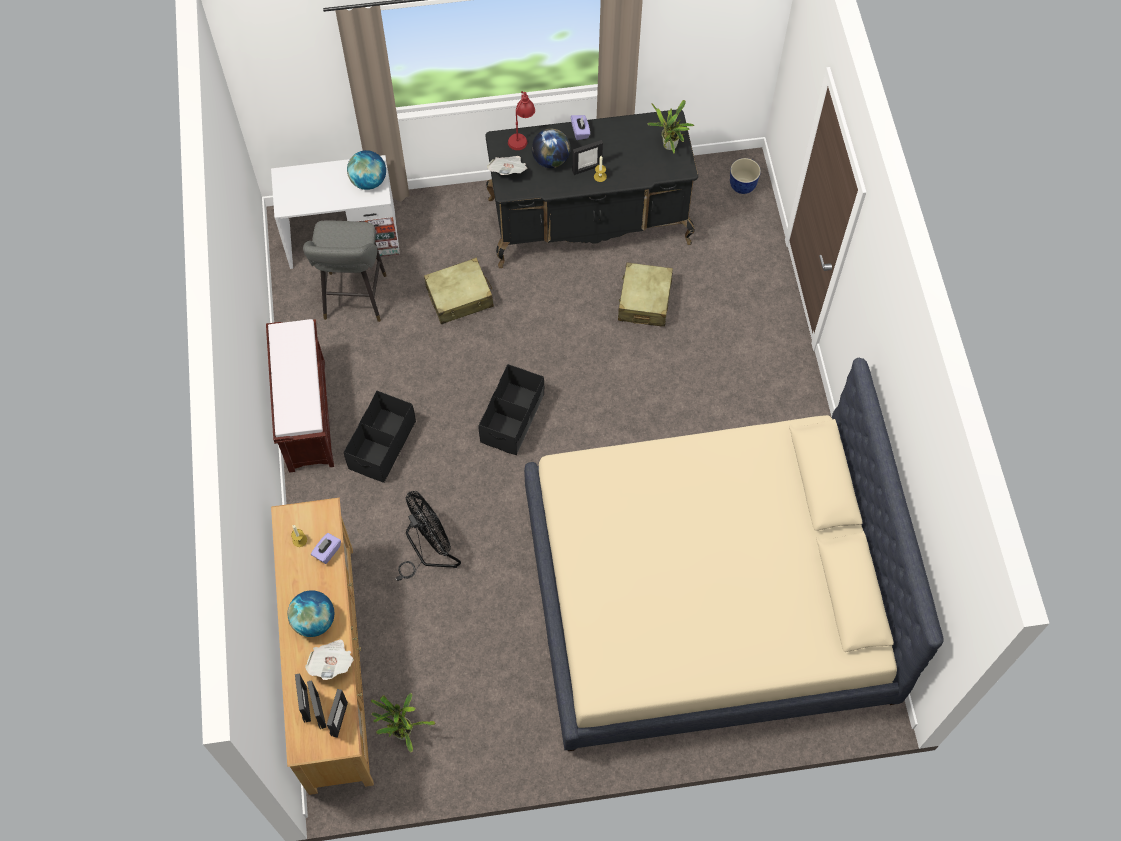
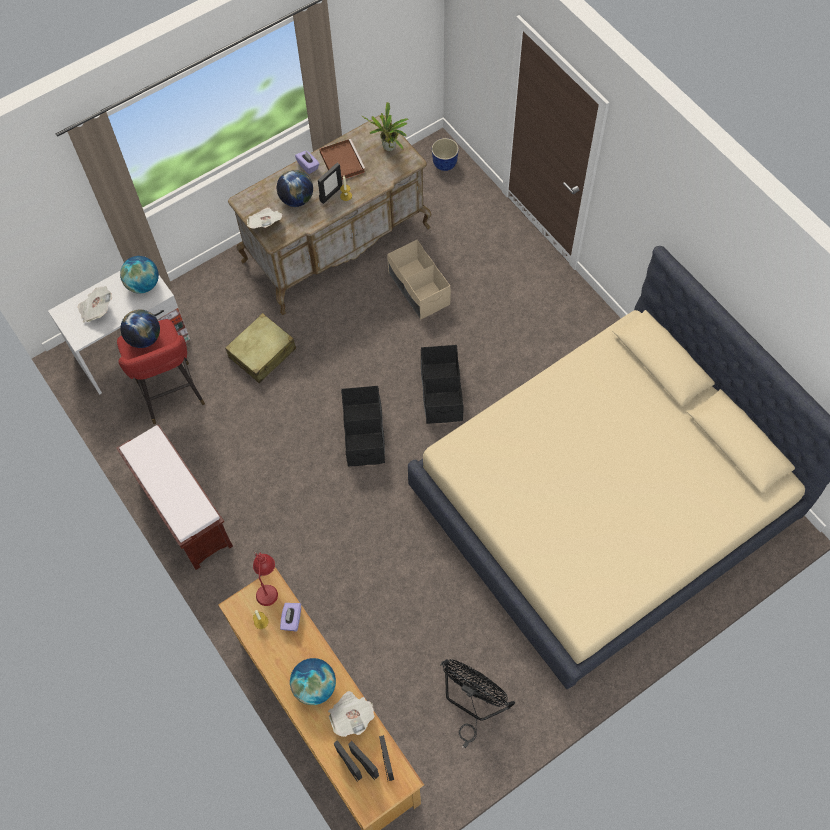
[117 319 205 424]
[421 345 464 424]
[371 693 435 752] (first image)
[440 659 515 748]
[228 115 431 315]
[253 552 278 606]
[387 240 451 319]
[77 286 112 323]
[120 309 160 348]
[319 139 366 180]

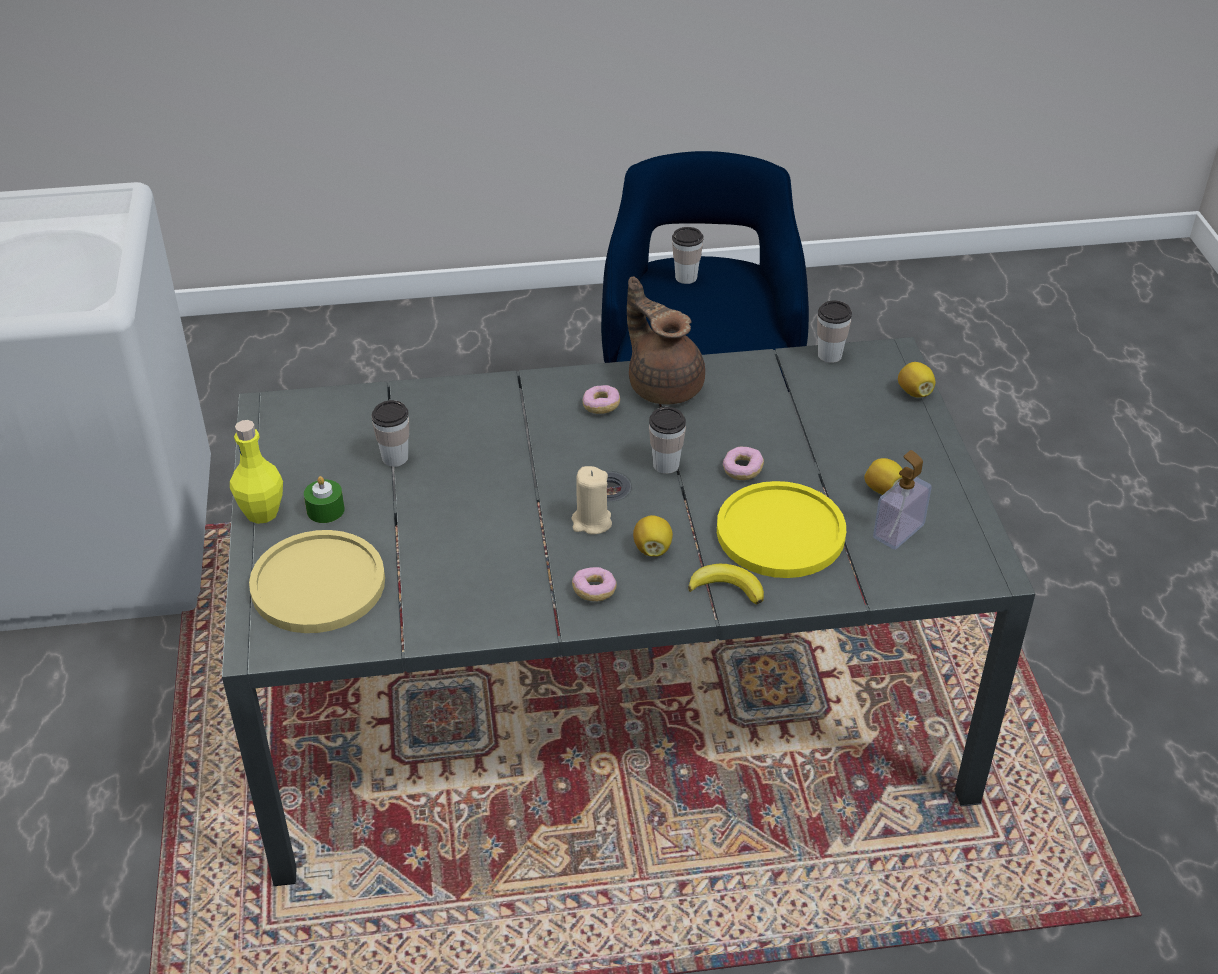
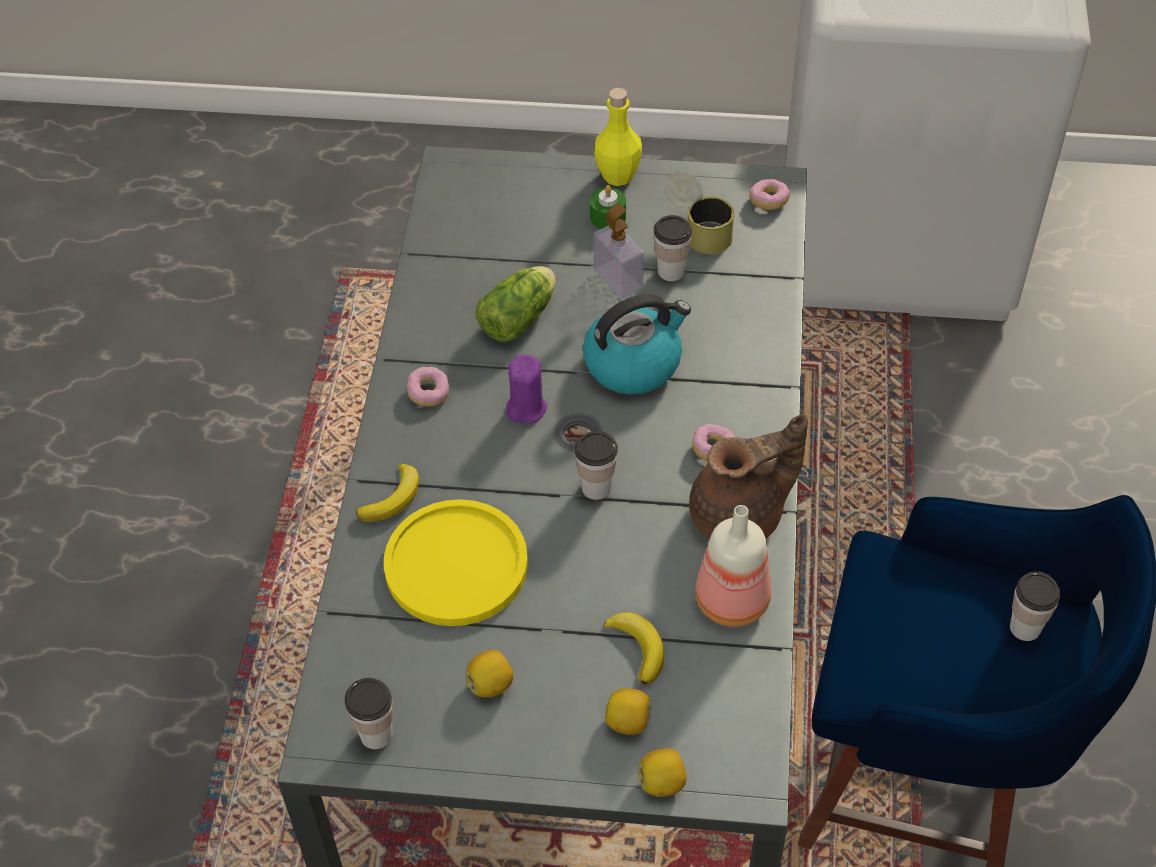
[249 530 385 633] (first image)
[506 355 547 424]
[605 688 651 735]
[749 179 790 210]
[345 678 393 749]
[593 203 644 299]
[475 266 556 342]
[583 294 691 394]
[603 612 665 684]
[664 171 735 254]
[695 505 771 627]

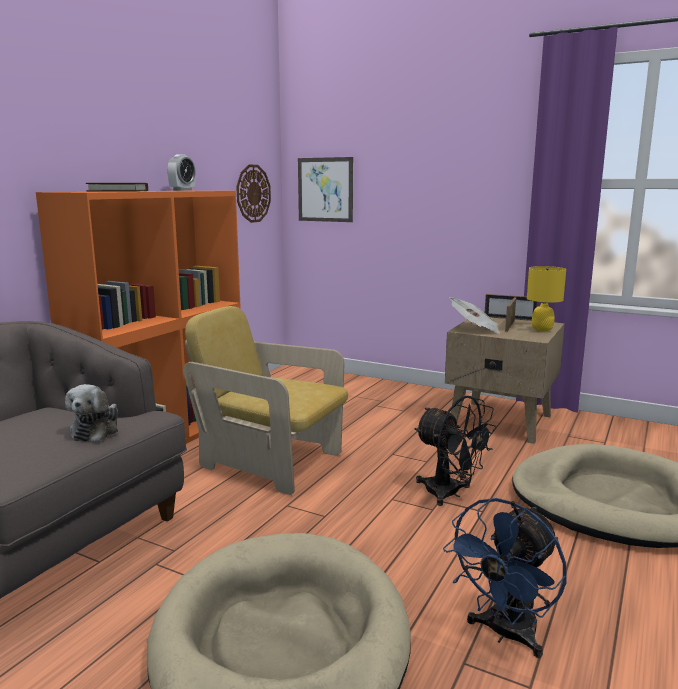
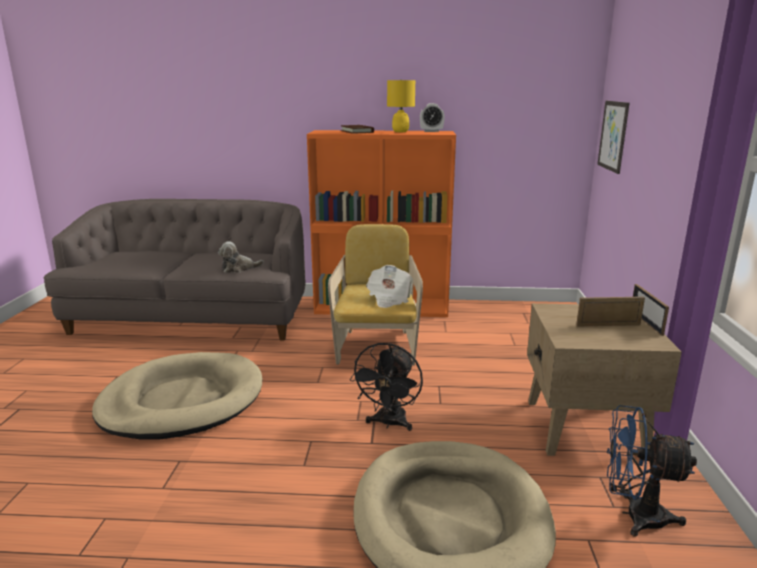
[236 164 271 223] (first image)
[607 405 697 537]
[366 265 413 308]
[387 79 415 132]

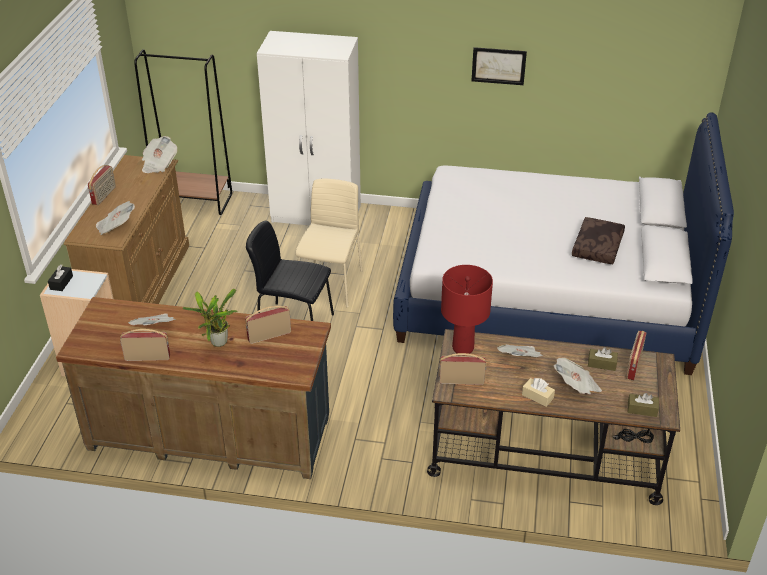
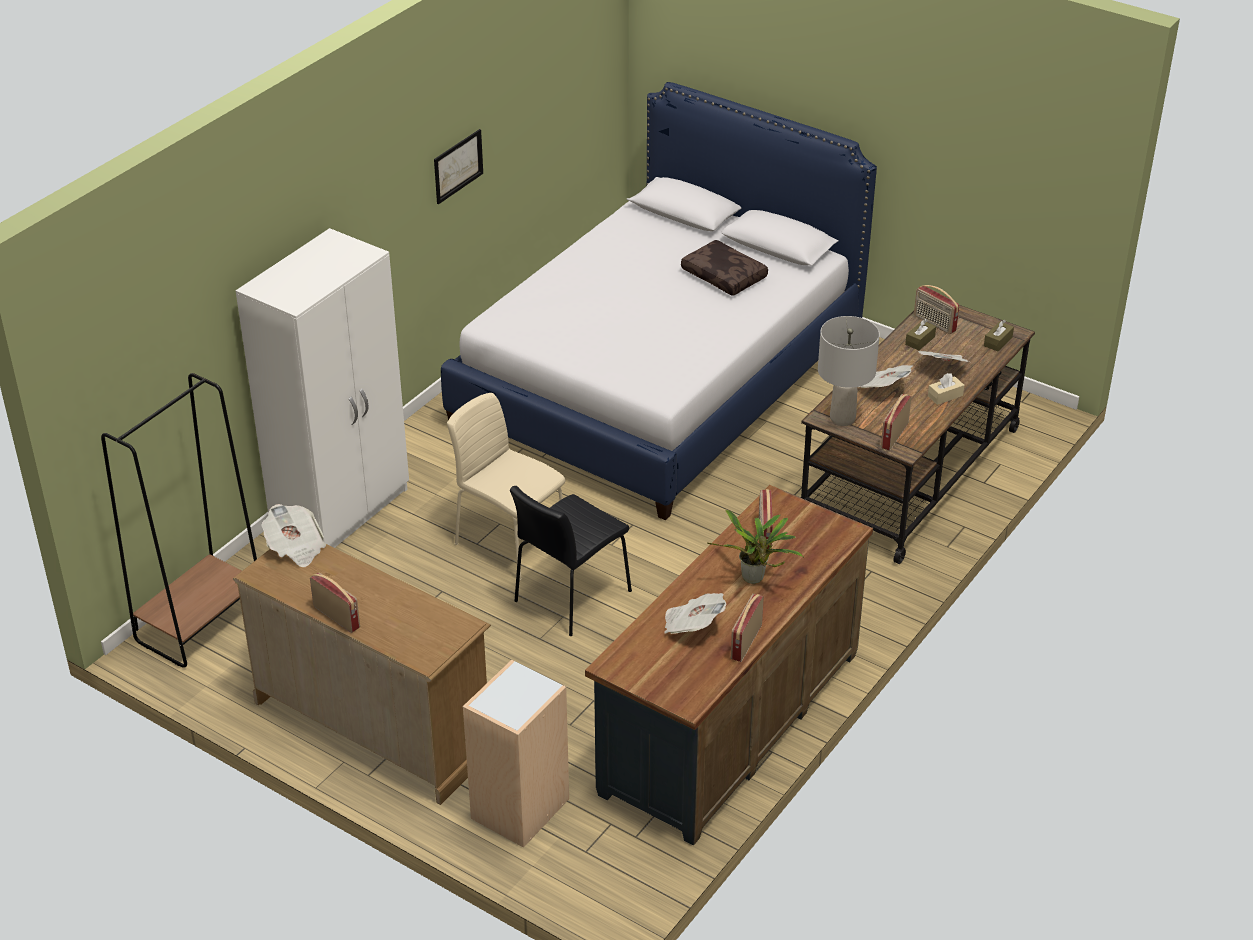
[48 264 73 291] (first image)
[96 201 135 235] (first image)
[818 316 880 426]

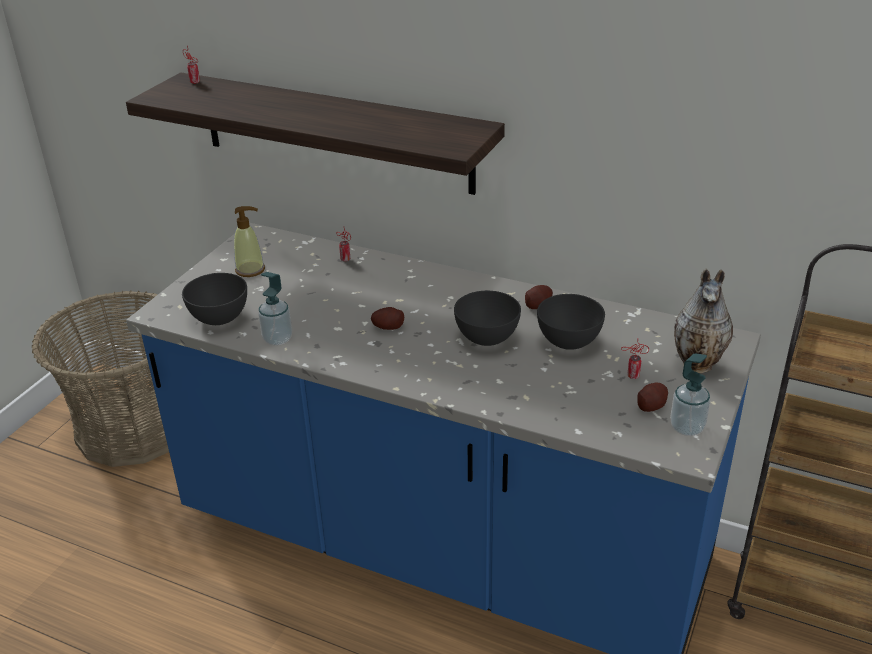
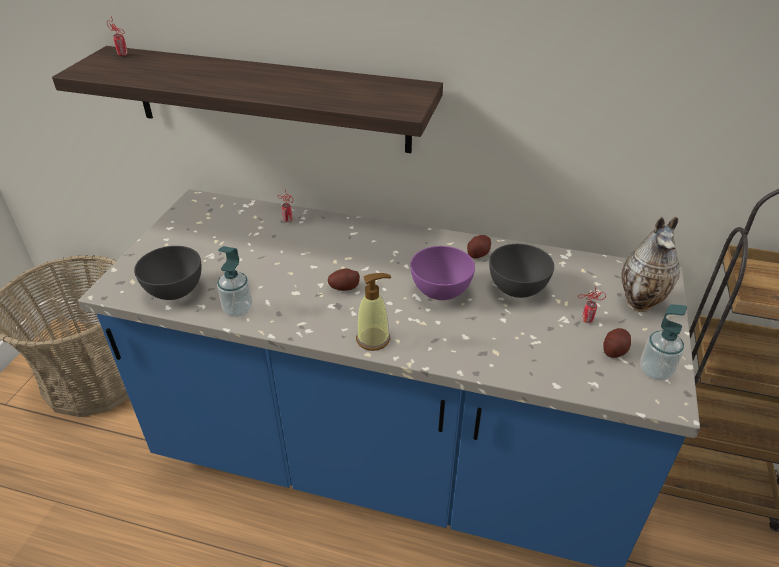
[356 273 391 351]
[411 246 475 300]

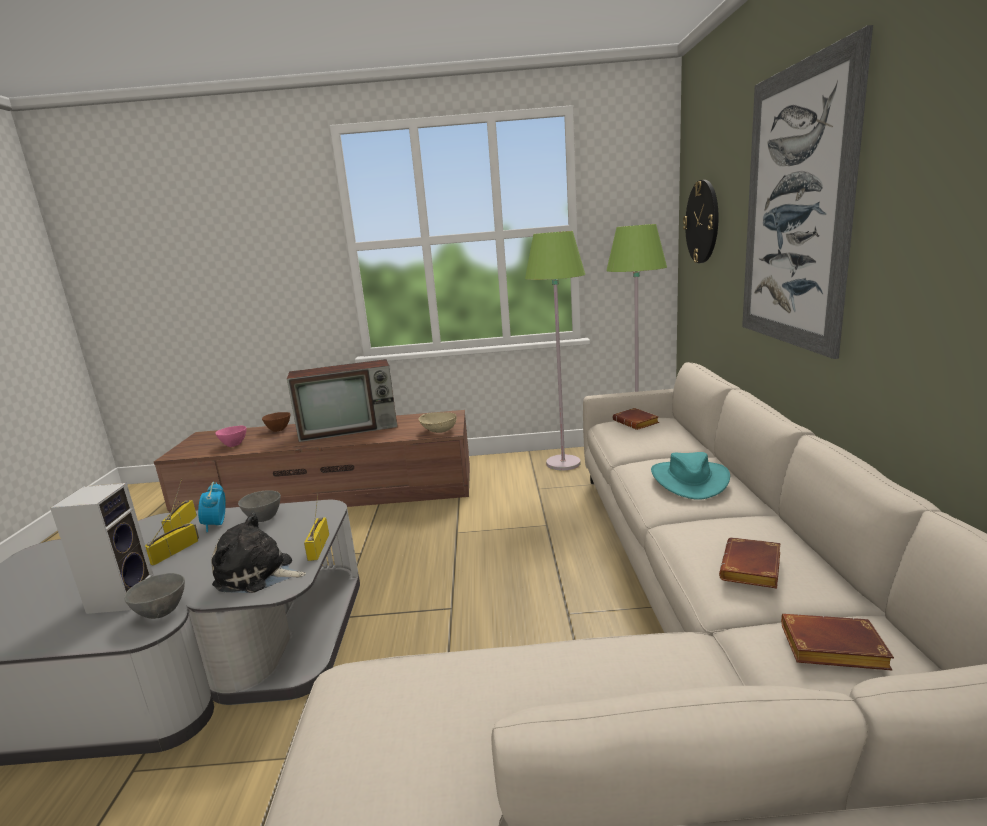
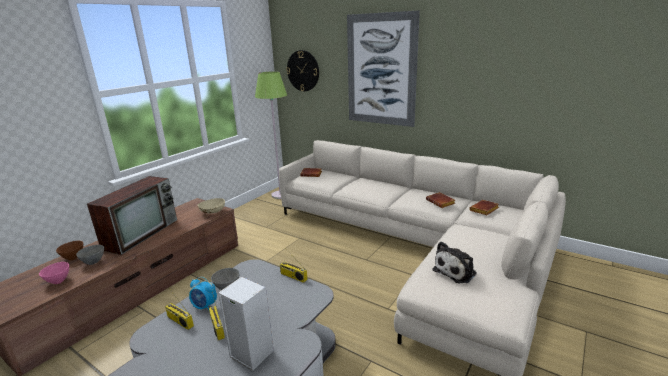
[76 245 104 265]
[433 241 477 284]
[525 231 585 470] (first image)
[651 452 730 500] (first image)

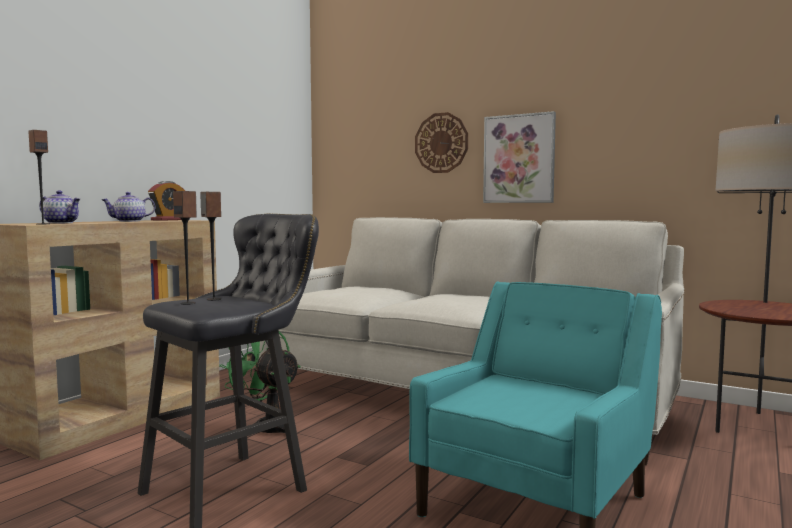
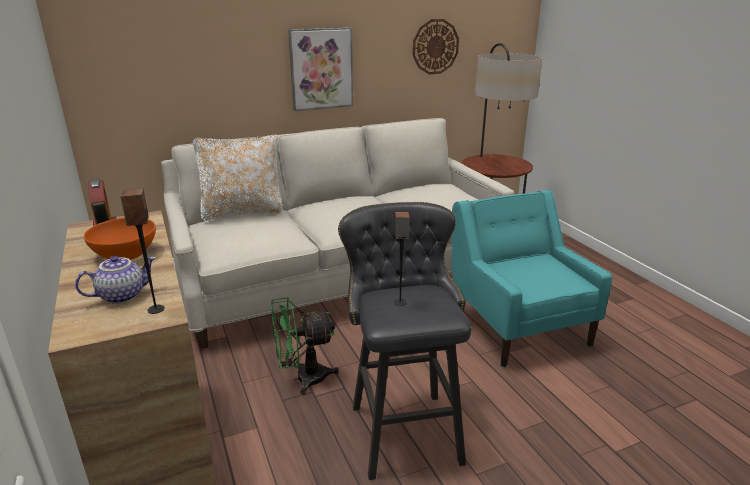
[84 218 156 260]
[173 191 197 305] (first image)
[413 19 459 74]
[193 134 283 221]

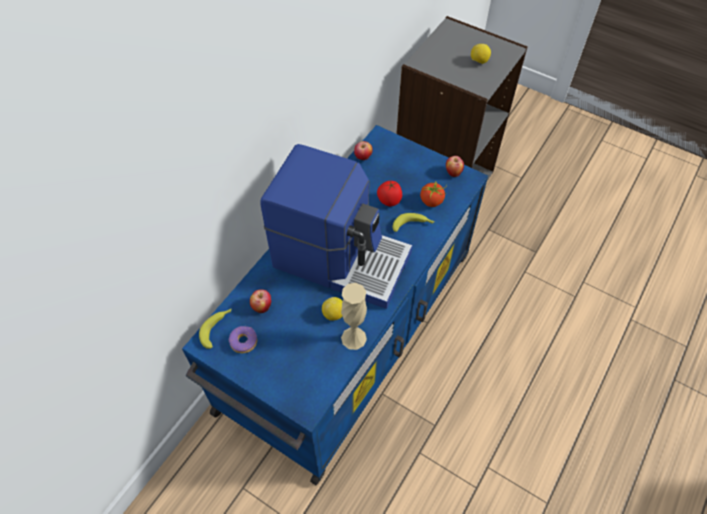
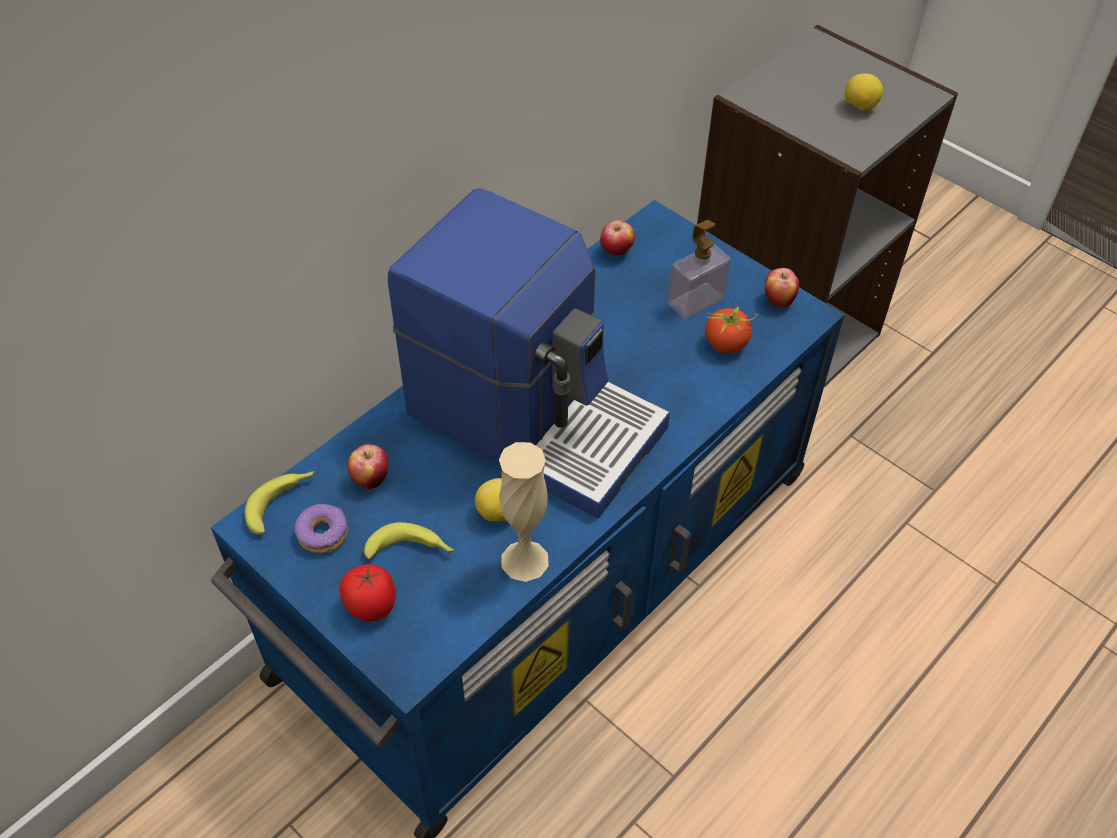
[340 564 395 622]
[364 522 454 559]
[668 220 731 319]

